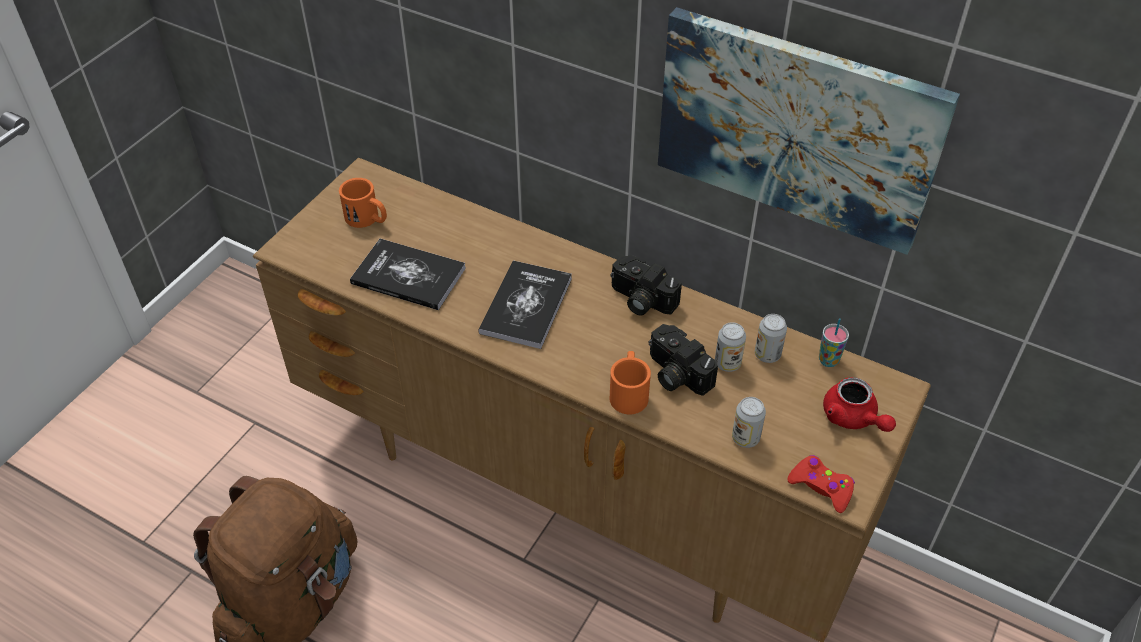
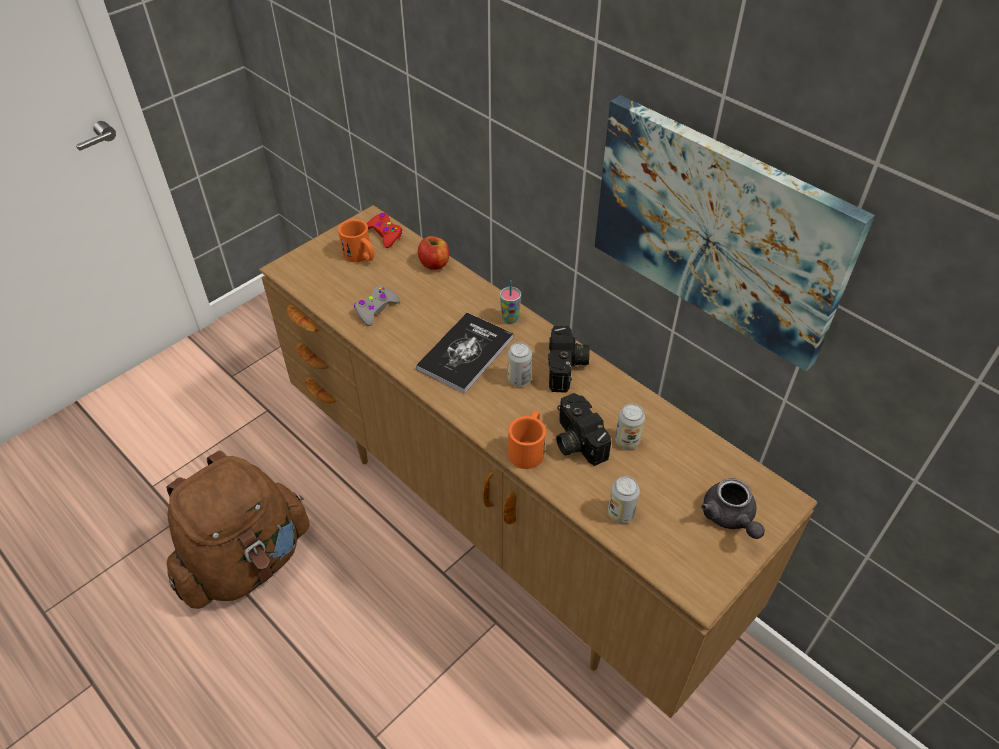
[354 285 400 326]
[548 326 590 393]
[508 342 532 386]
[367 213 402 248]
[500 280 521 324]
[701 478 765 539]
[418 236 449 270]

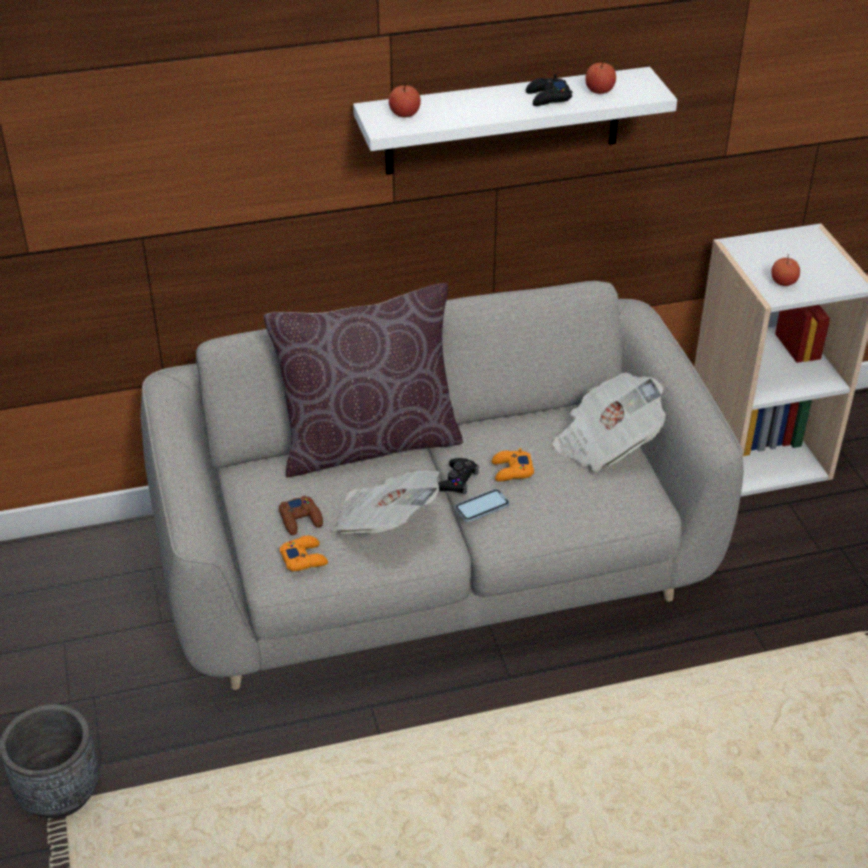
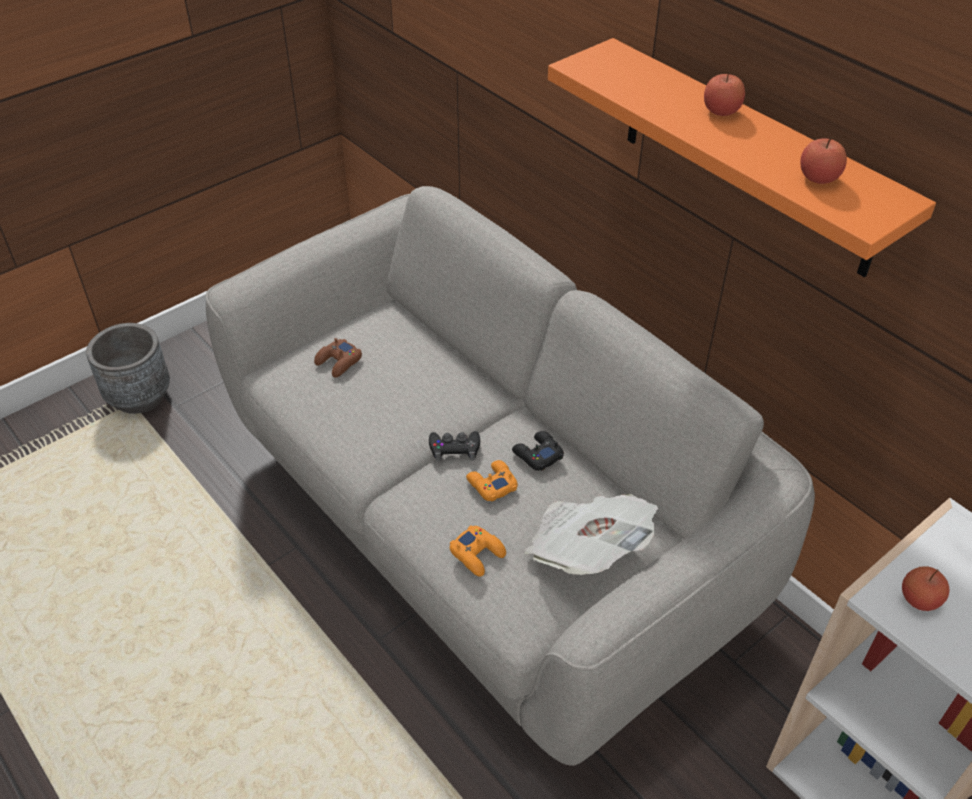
[263 283 463 478] (first image)
[450 525 506 577]
[332 470 440 534] (first image)
[548 38 936 277]
[704 71 745 116]
[455 489 509 522] (first image)
[512 431 564 471]

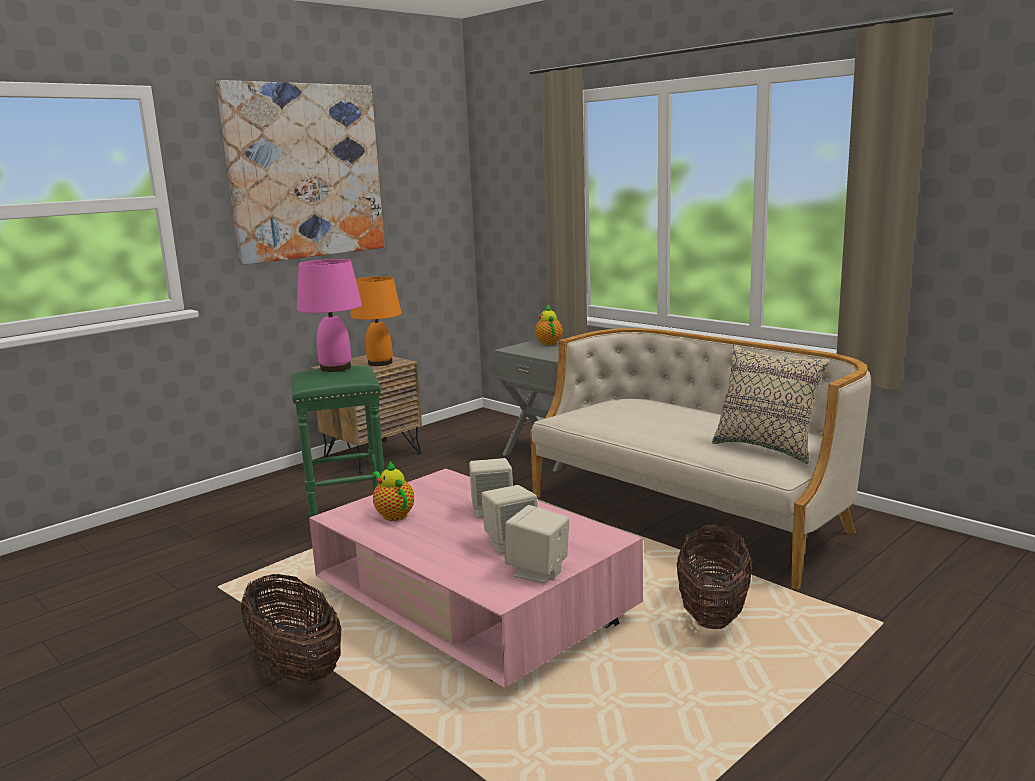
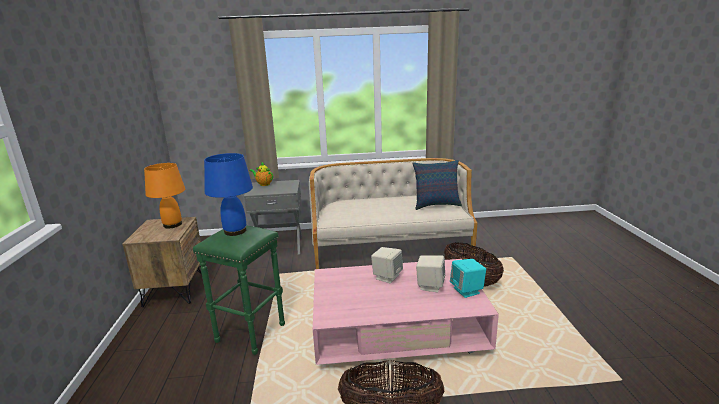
[216 80 385 265] (first image)
[204 153 253 236]
[372 461 414 521] (first image)
[450 259 486 298]
[413 160 462 210]

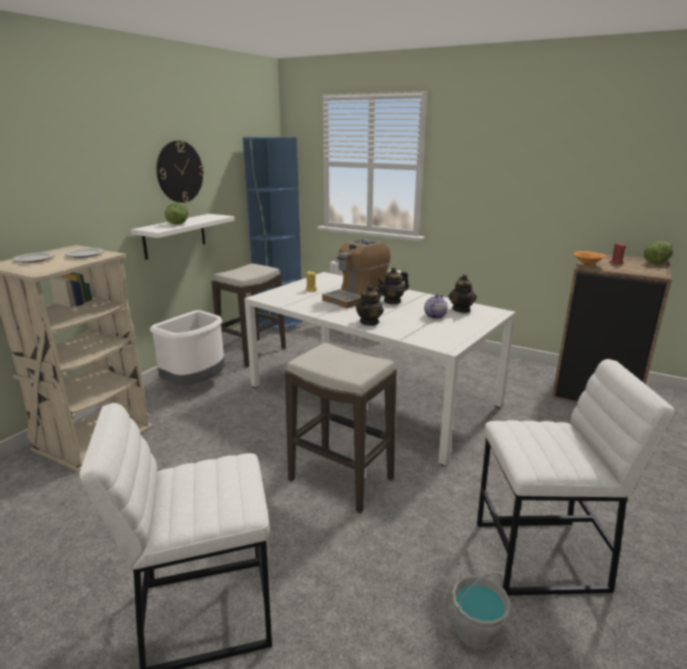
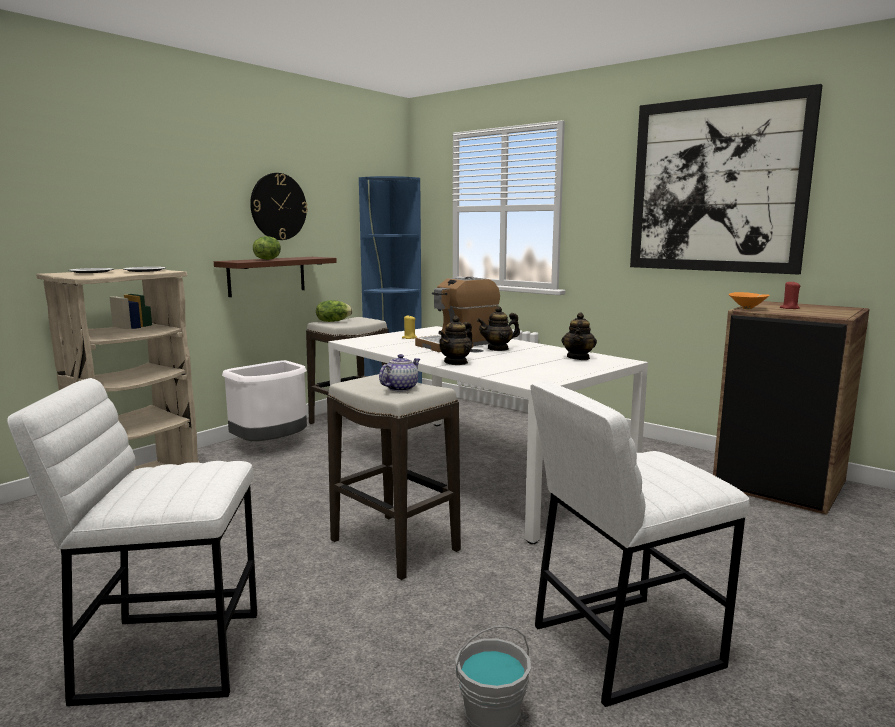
[214 257 337 297]
[379 354 420 391]
[530 380 750 707]
[316 300 353 322]
[630 84 823 274]

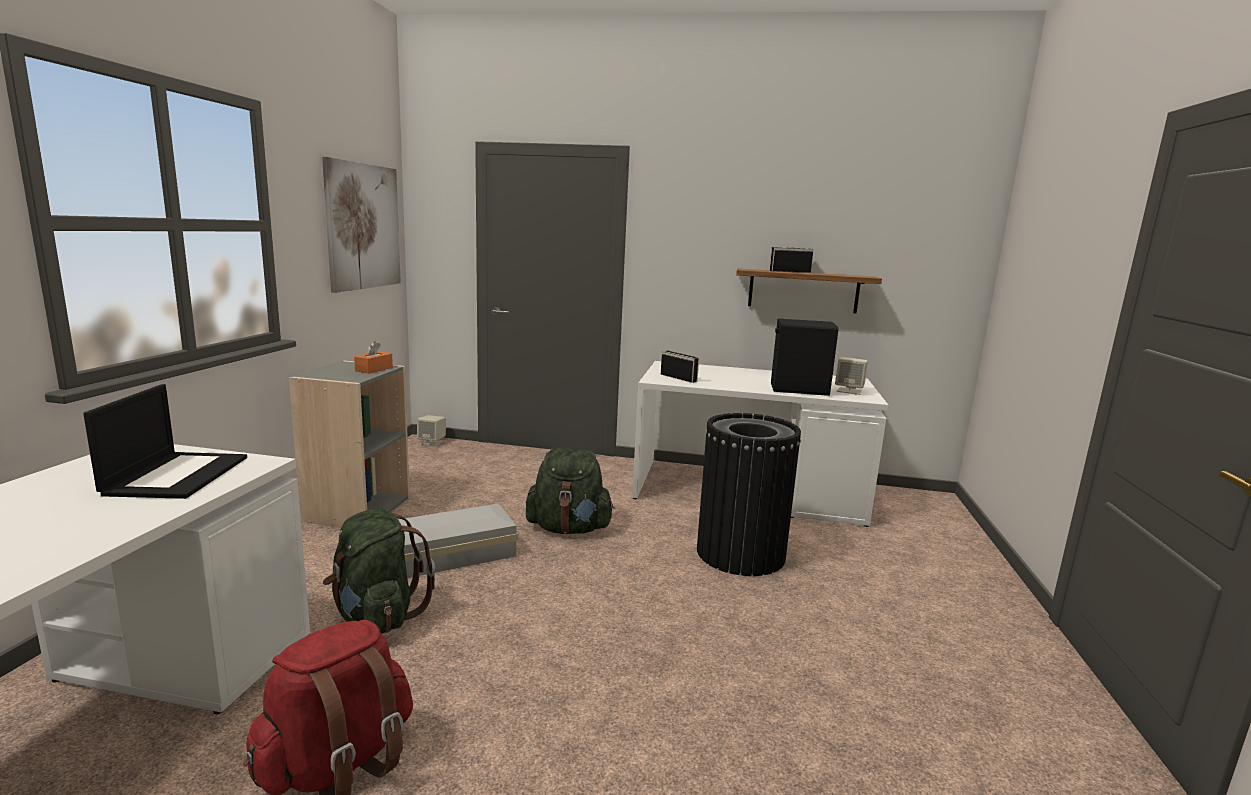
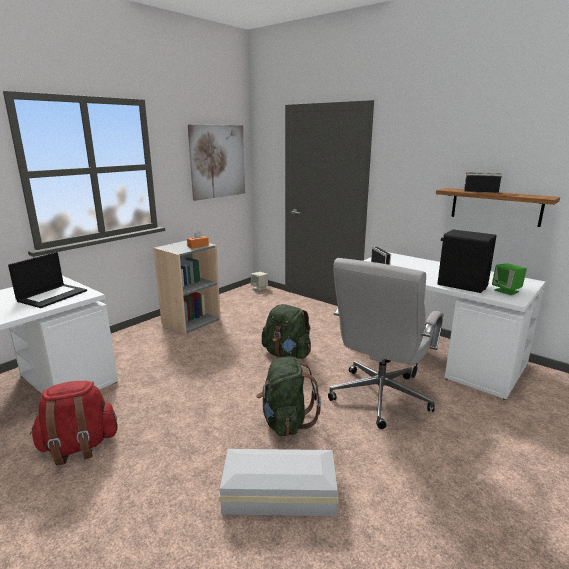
[256 356 321 436]
[219 449 339 516]
[328 258 444 429]
[492 263 527 295]

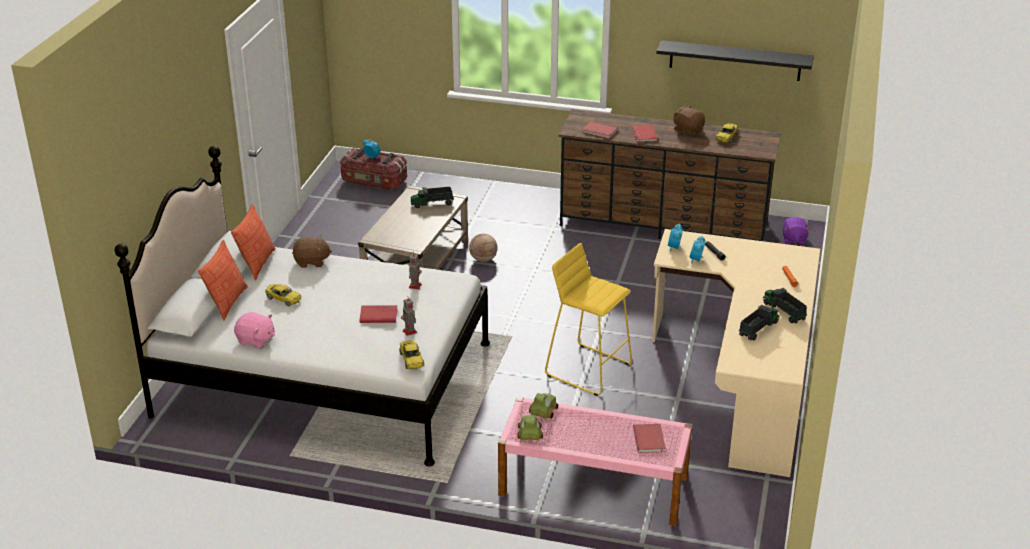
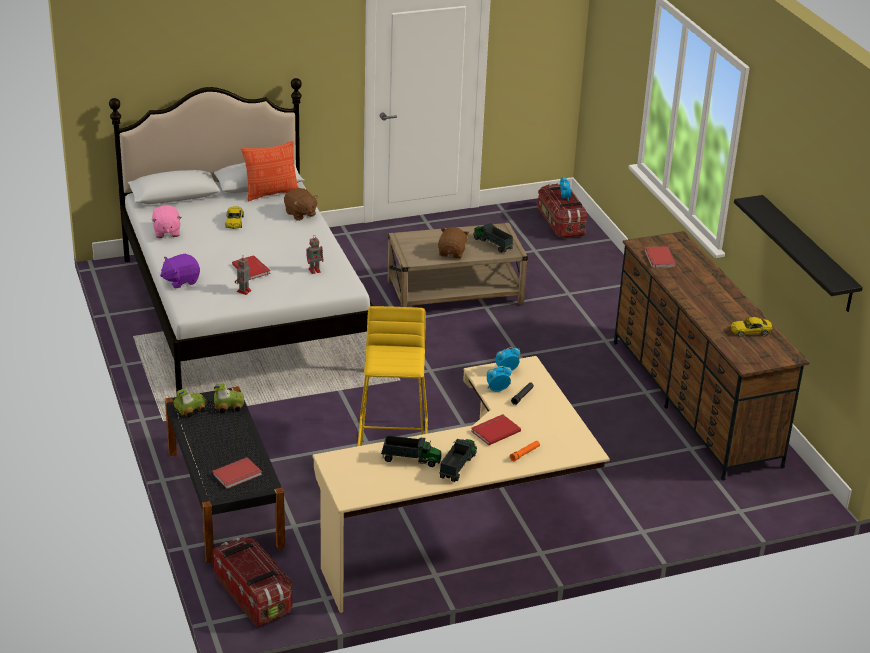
[198 240 248 321] (first image)
[399 340 424 369] (first image)
[469 234 497 262] (first image)
[165 386 285 564]
[471 414 521 445]
[438 227 469 259]
[160 254 200 288]
[213 537 293 627]

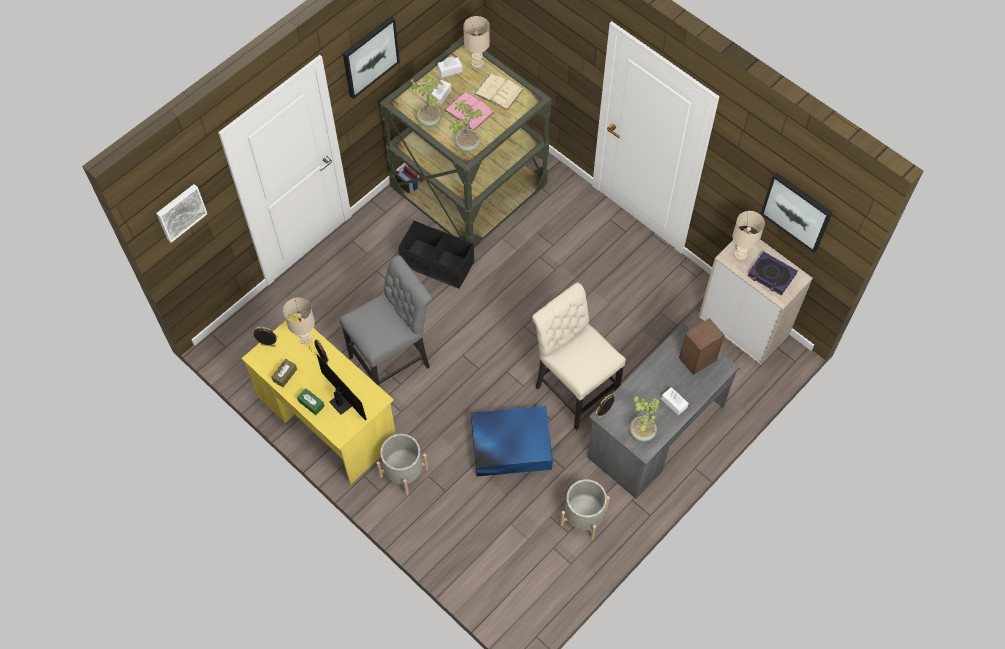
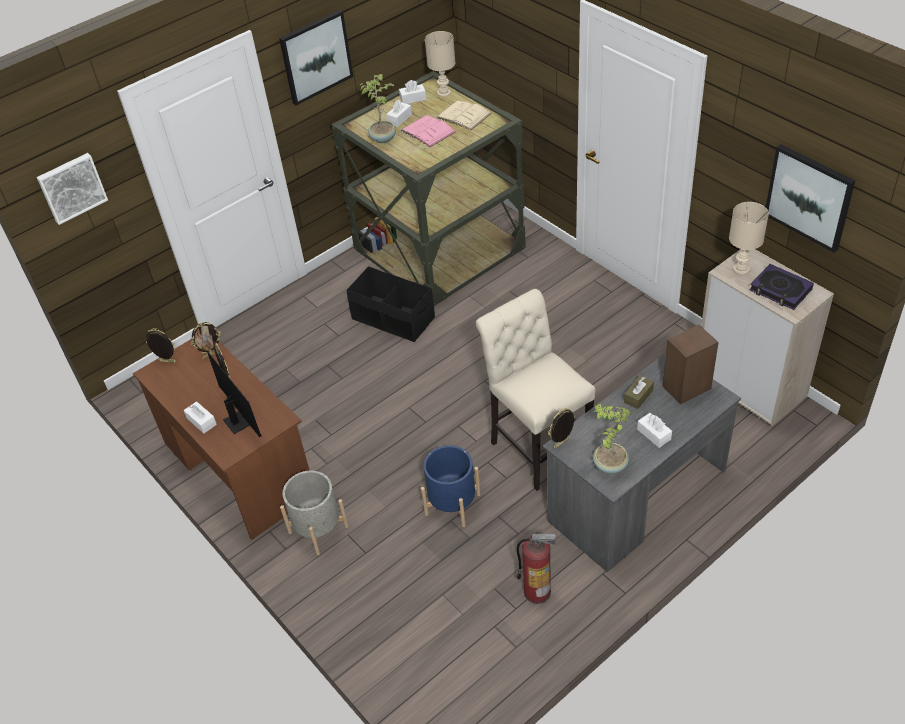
[133 339 310 540]
[624 375 654 409]
[191 322 221 359]
[184 401 217 433]
[339 255 432 387] (first image)
[450 100 483 152] (first image)
[421 445 481 527]
[517 532 556 604]

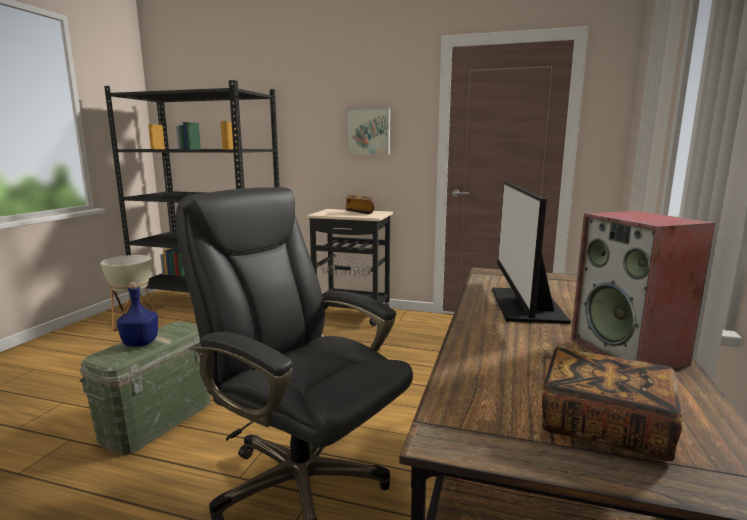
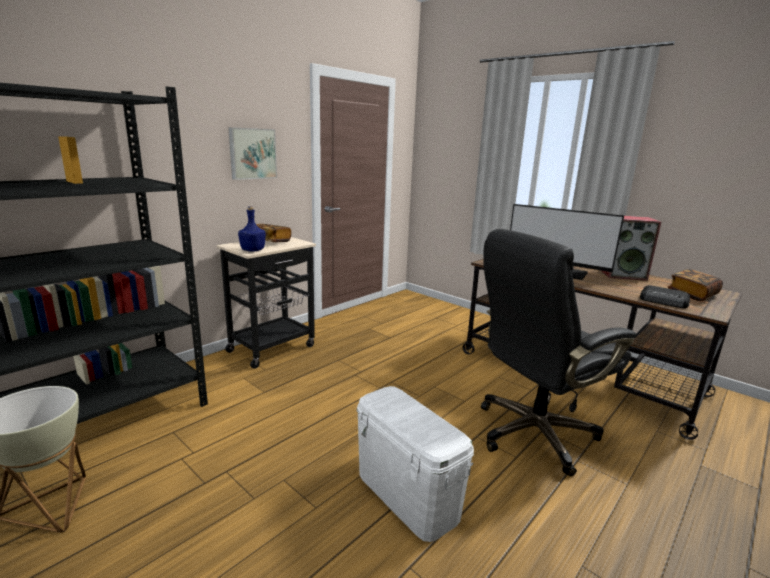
[357 386 474 542]
[238 206 266 252]
[640 285 690 308]

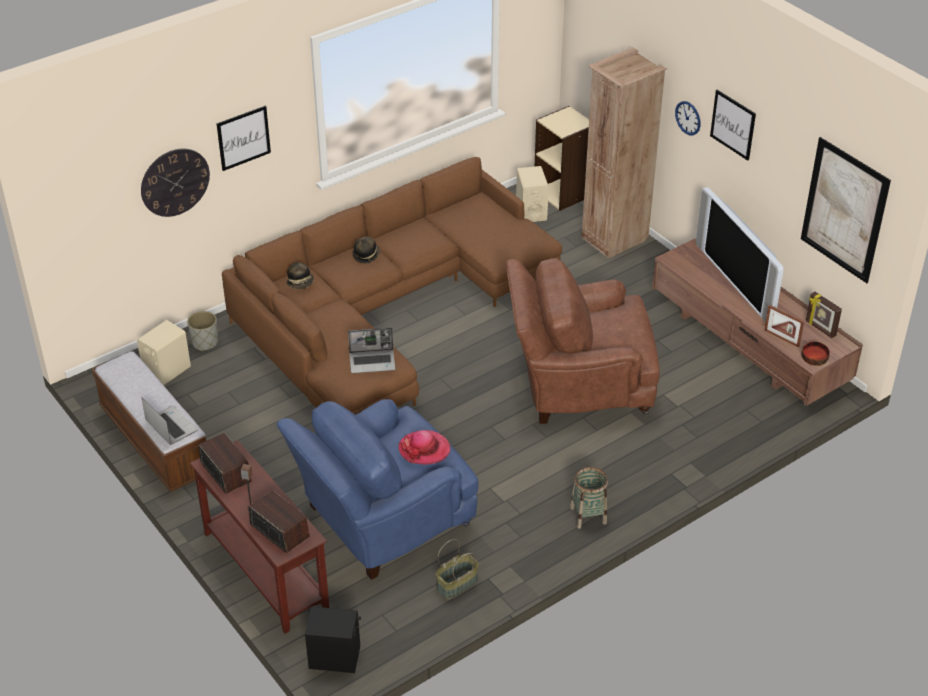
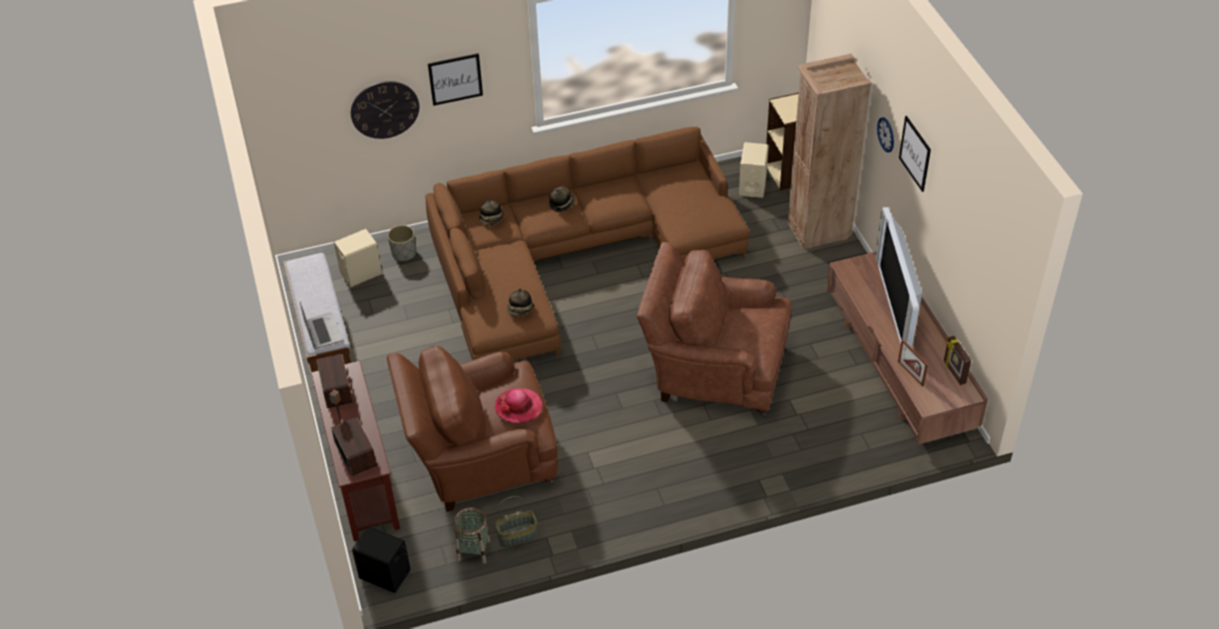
[387 346 558 512]
[507 288 534 317]
[453 507 491 564]
[801 137 891 283] (first image)
[802 341 830 366] (first image)

